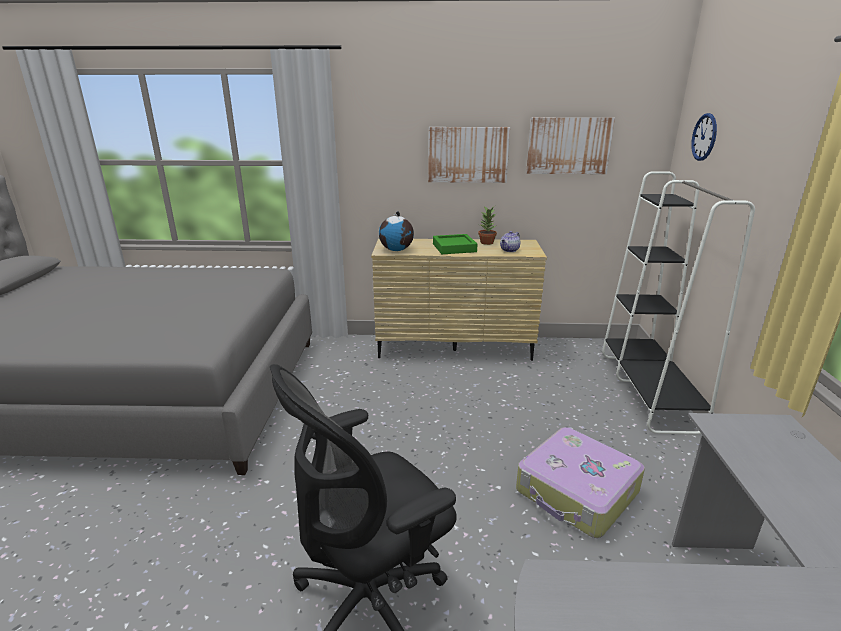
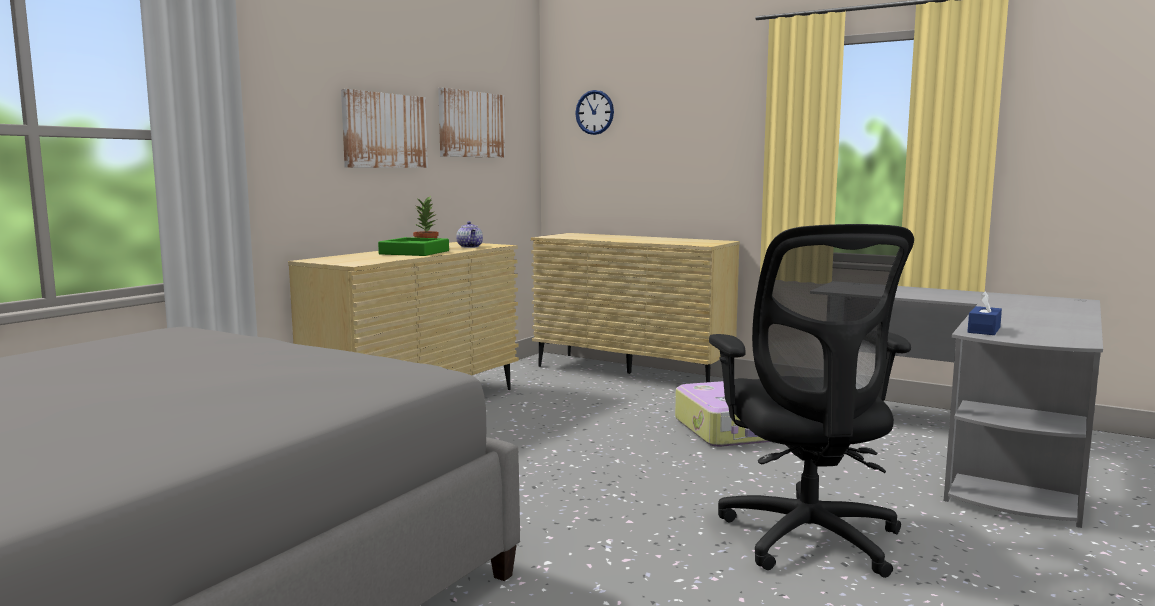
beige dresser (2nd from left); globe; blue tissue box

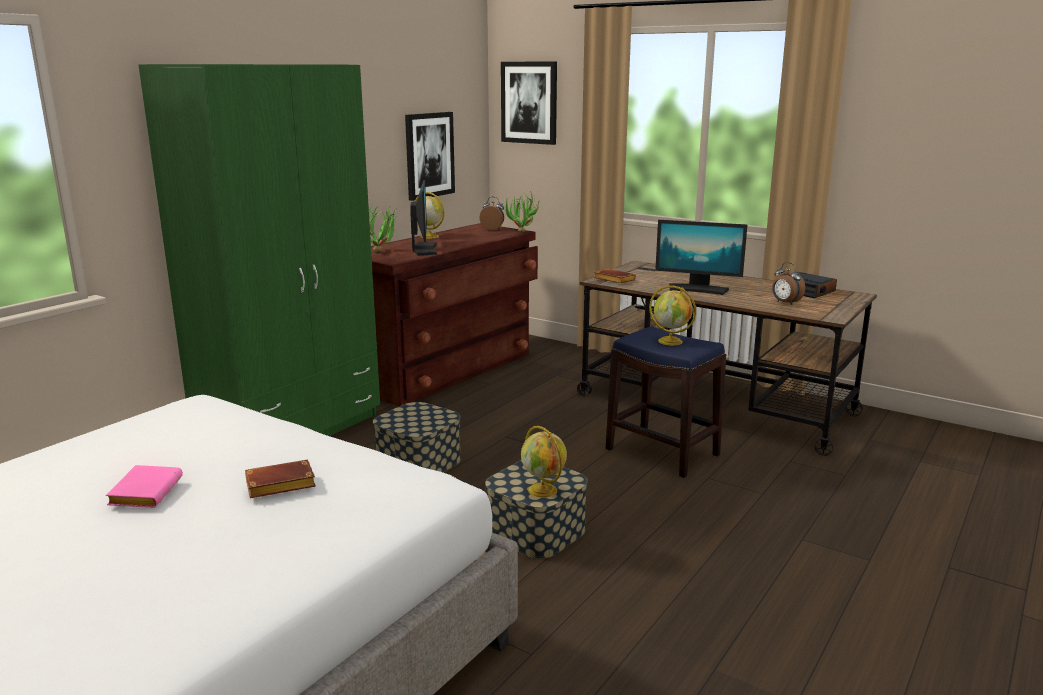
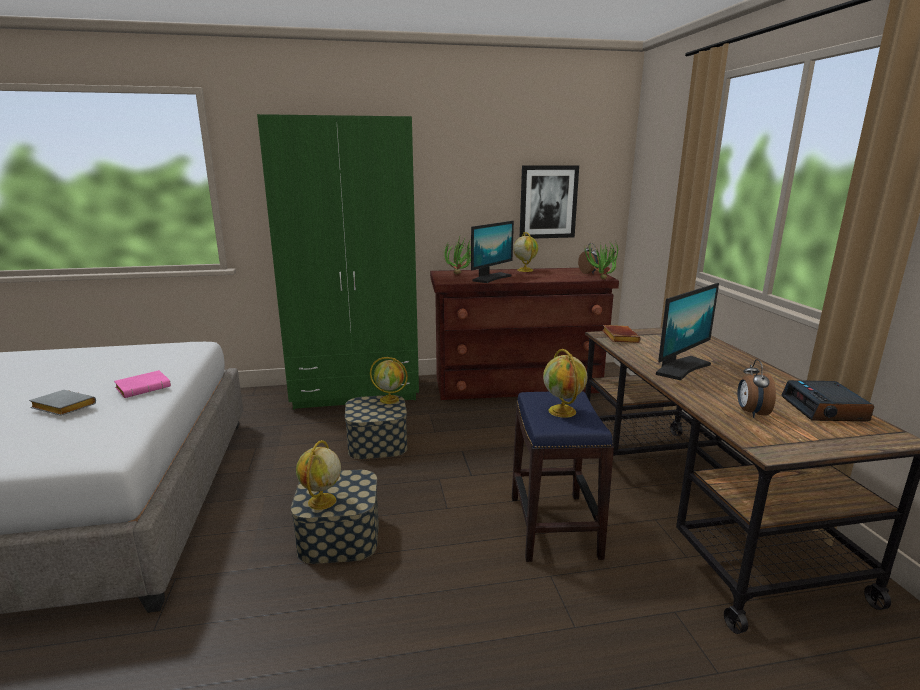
picture (2nd from left in the first image); monitor (2nd from left); grey book; pink book; globe (2nd from left)

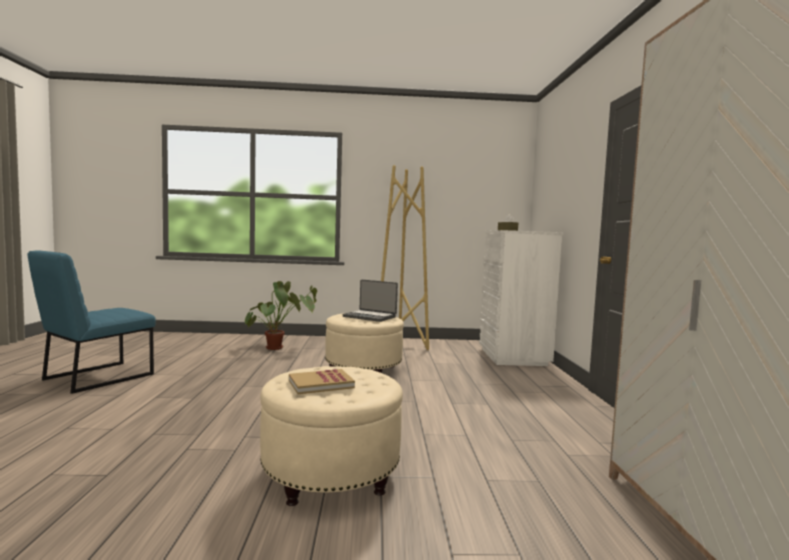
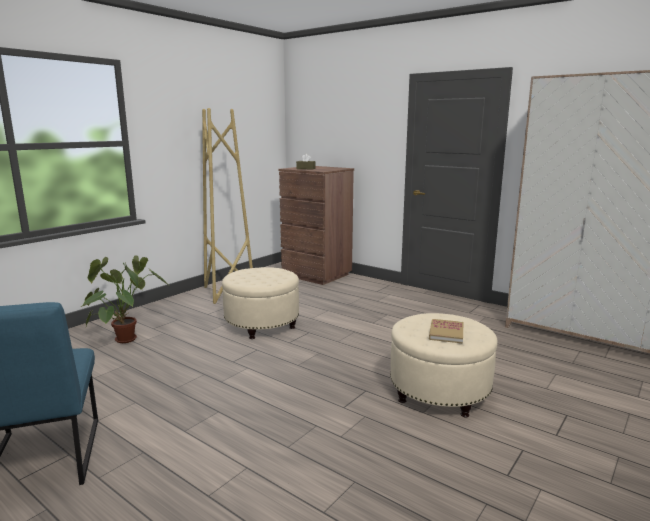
brown dresser; laptop

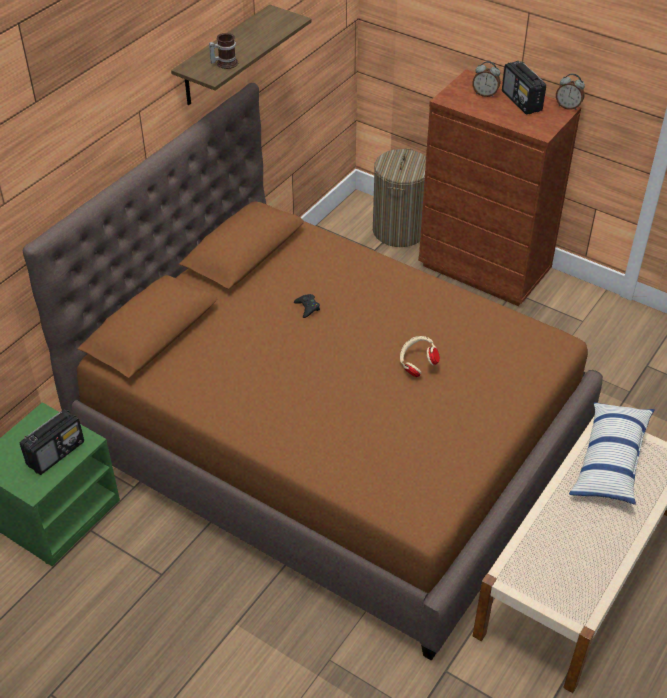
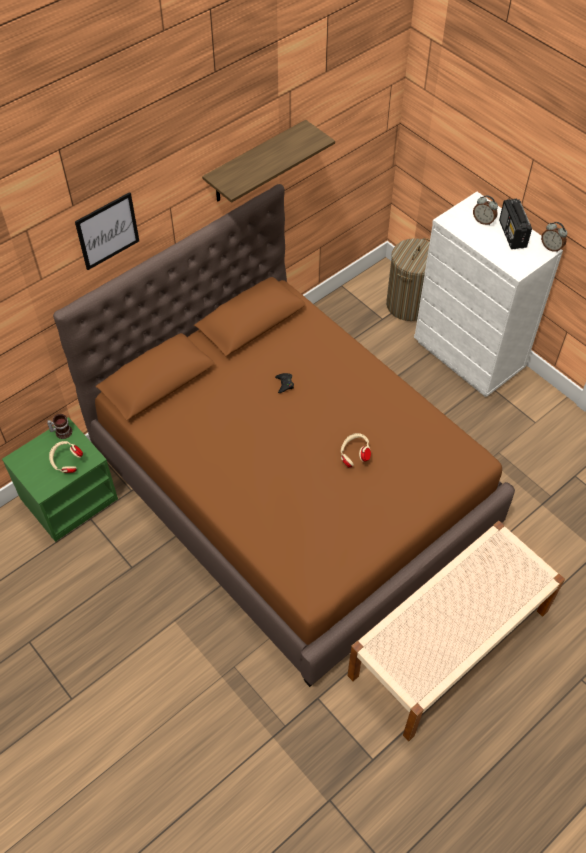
mug; white dresser; pillow; beige headphones (1st from left); picture

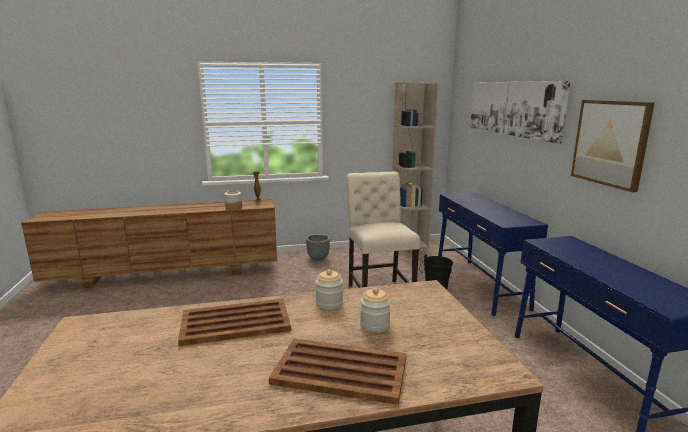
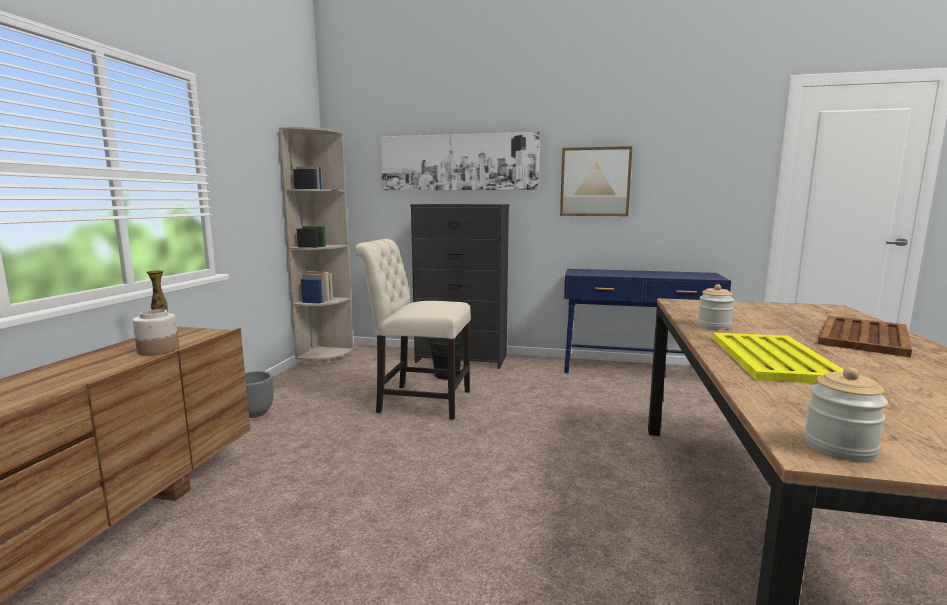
black dresser; jar (3rd from left); yellow tray

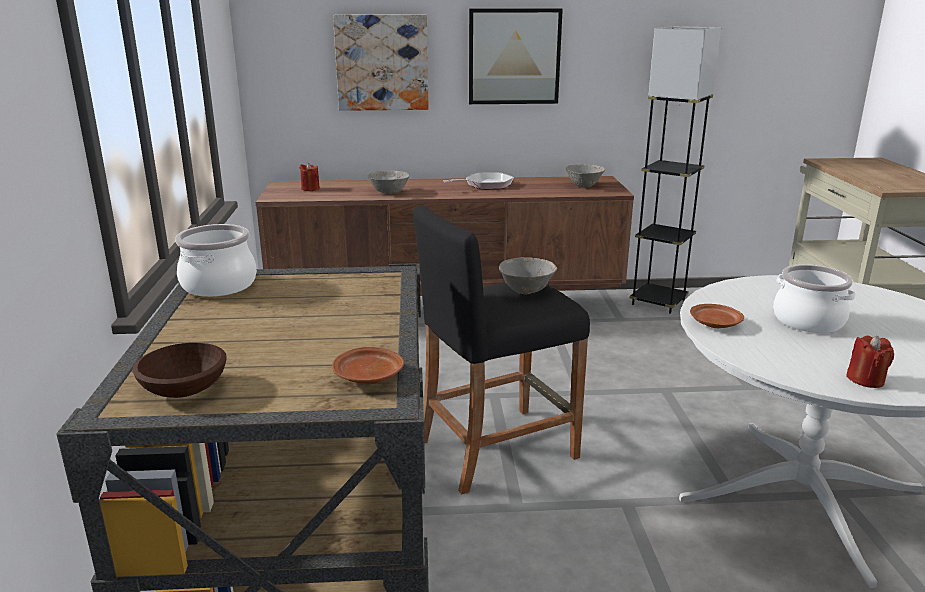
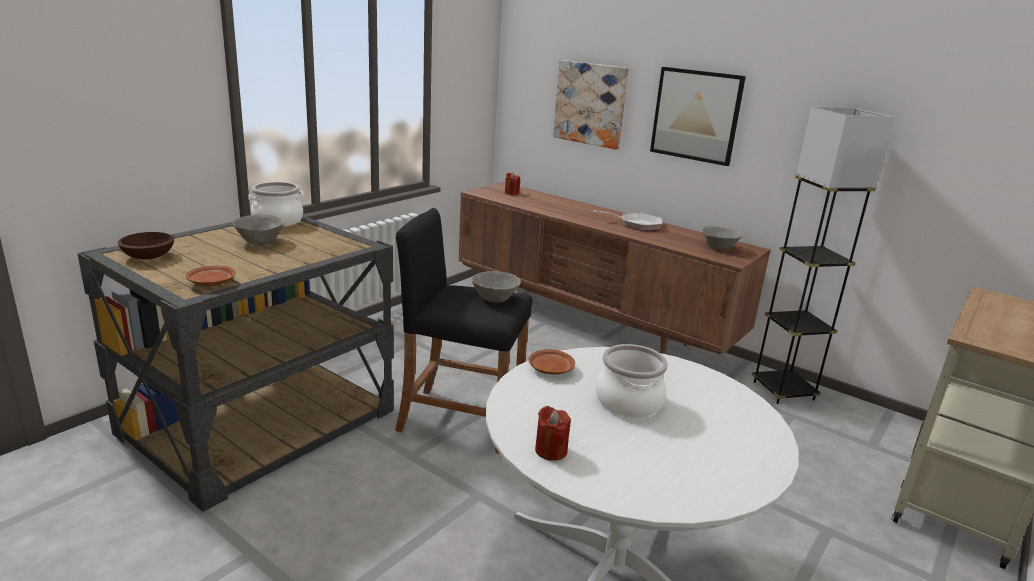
grey bowl (1st from left)

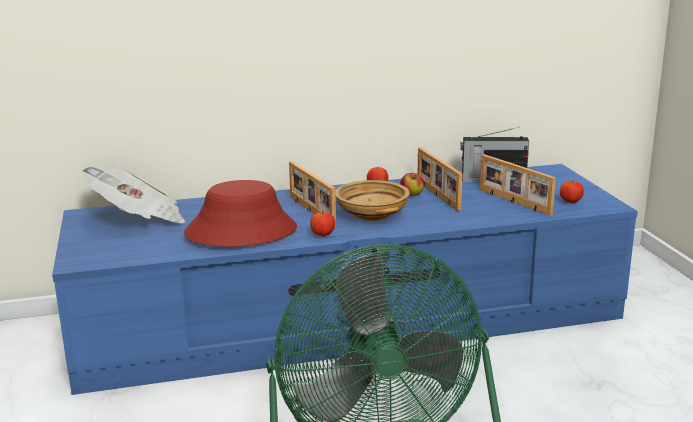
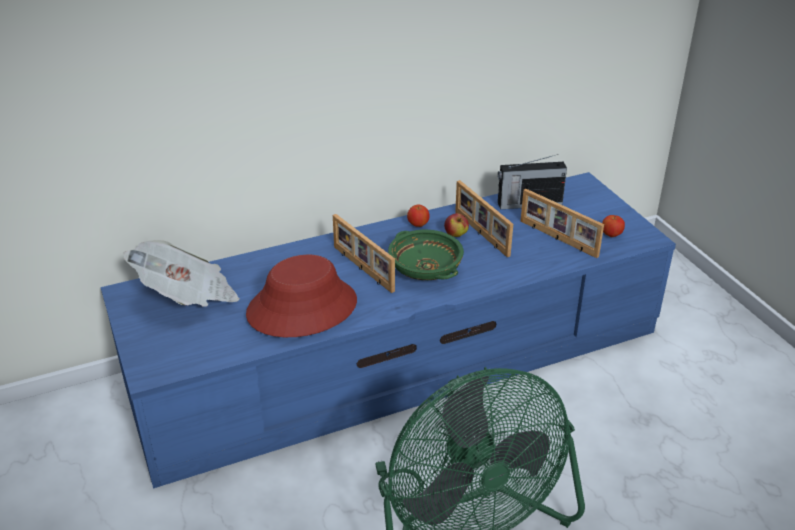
green bowl; apple (1st from left in the first image)

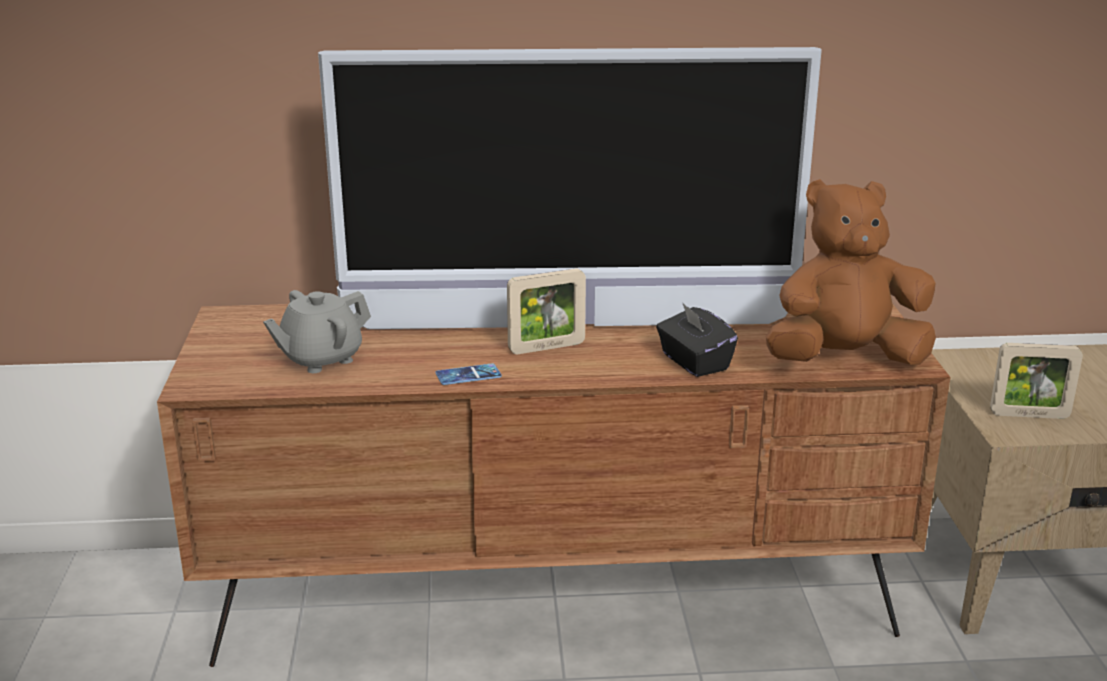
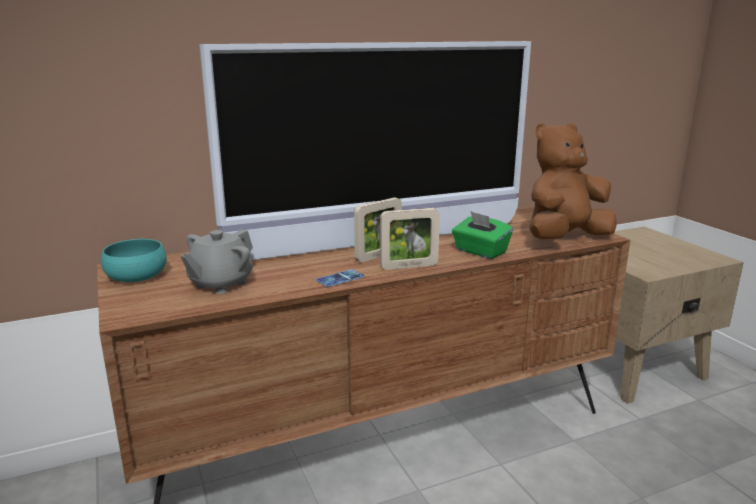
green tissue box; picture frame (2nd from left); turquoise bowl

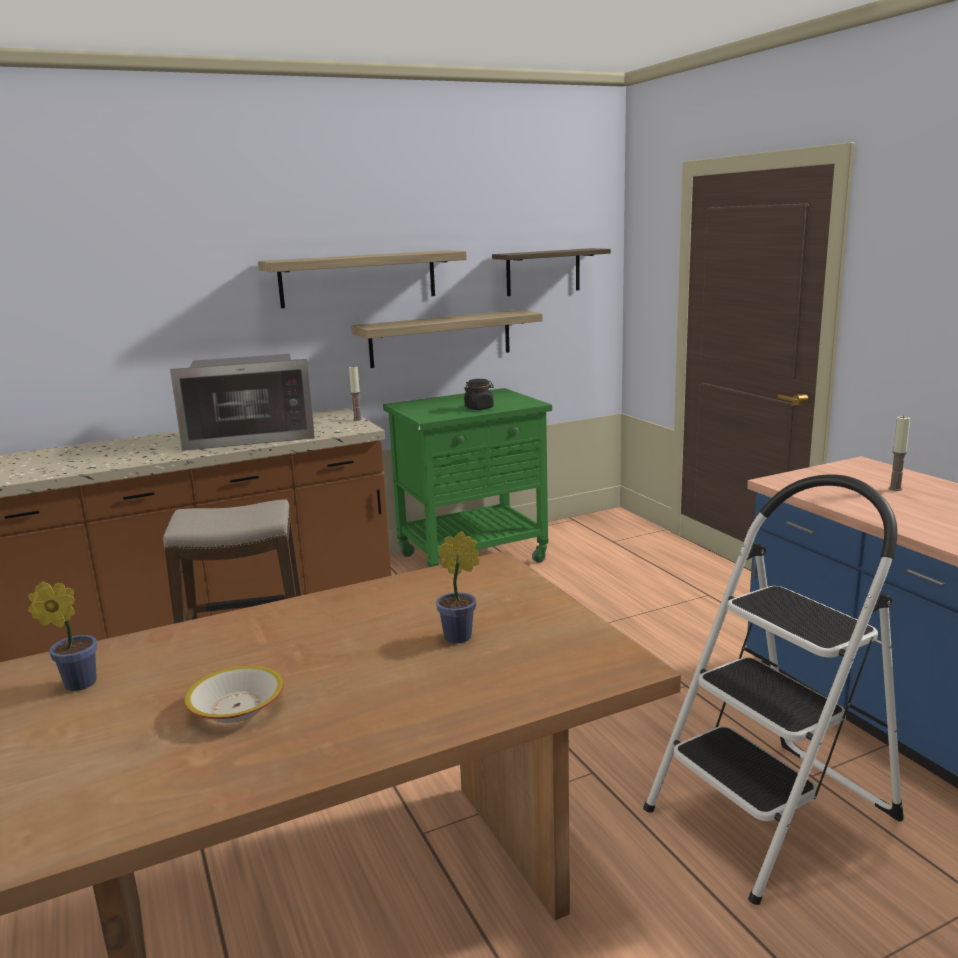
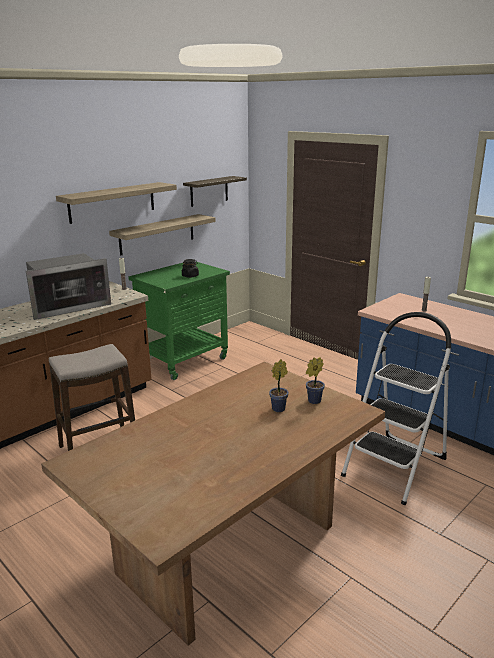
potted plant (2nd from left); bowl

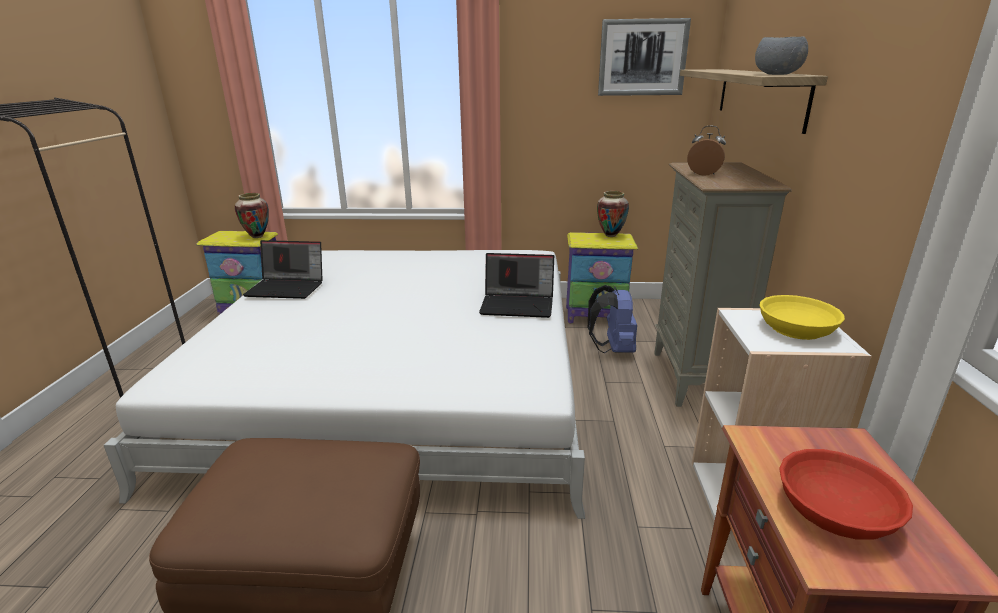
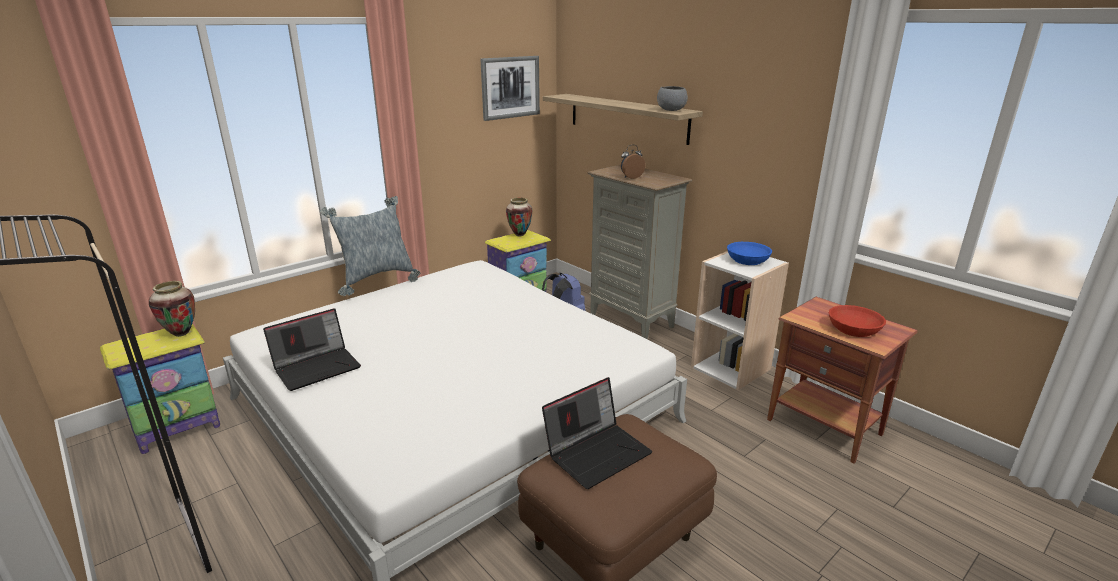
laptop (2nd from left); blue bowl; pillow

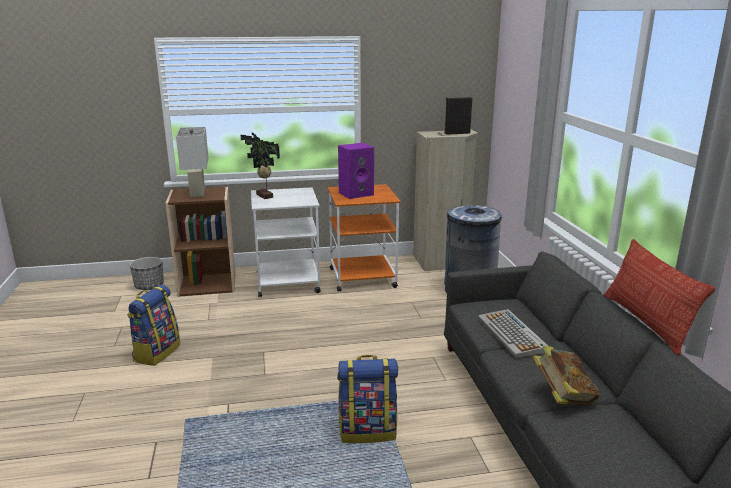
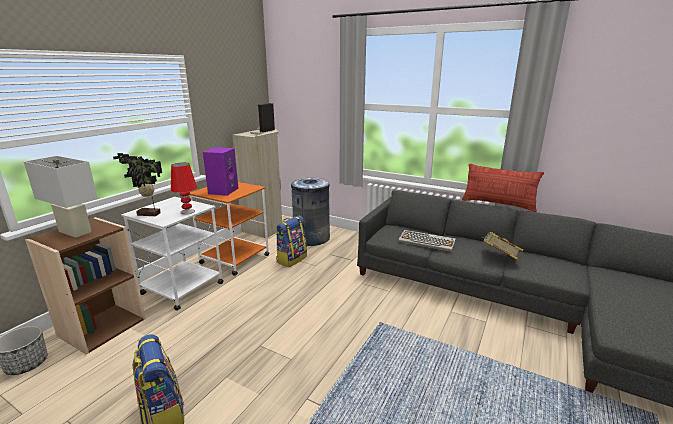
backpack (2nd from left); red table lamp

